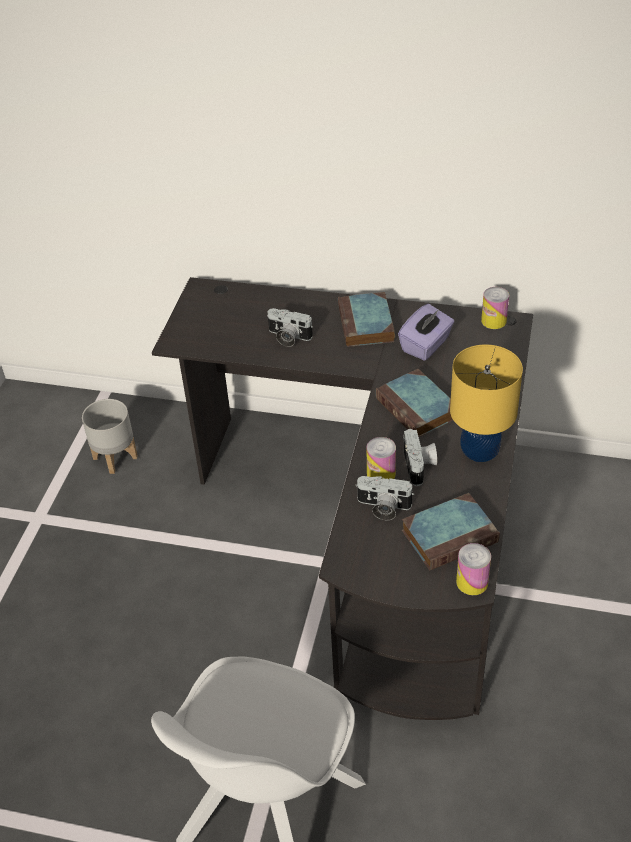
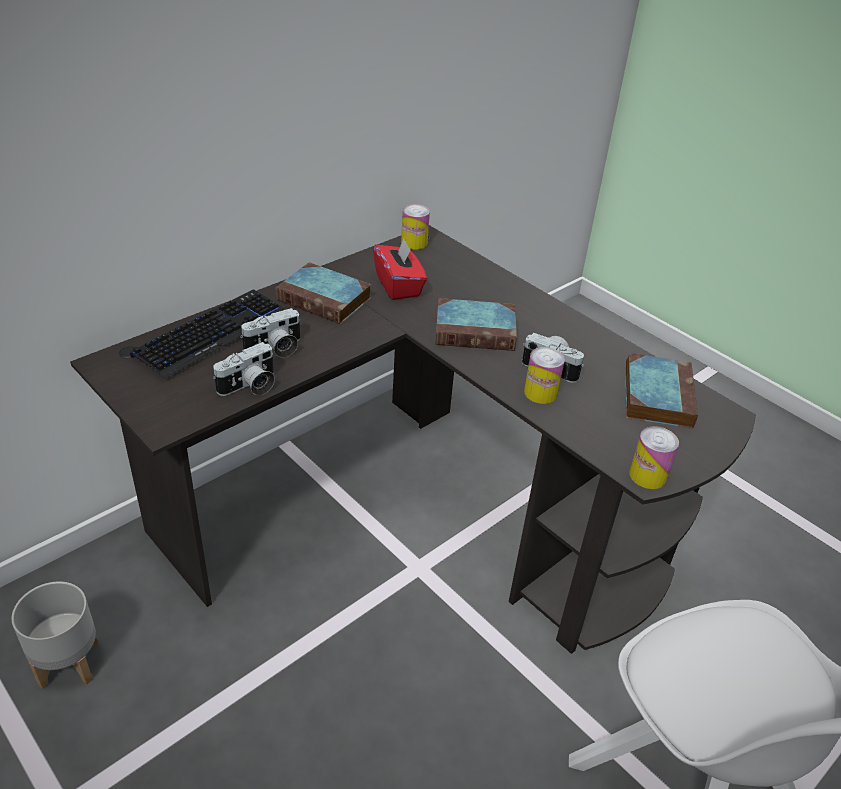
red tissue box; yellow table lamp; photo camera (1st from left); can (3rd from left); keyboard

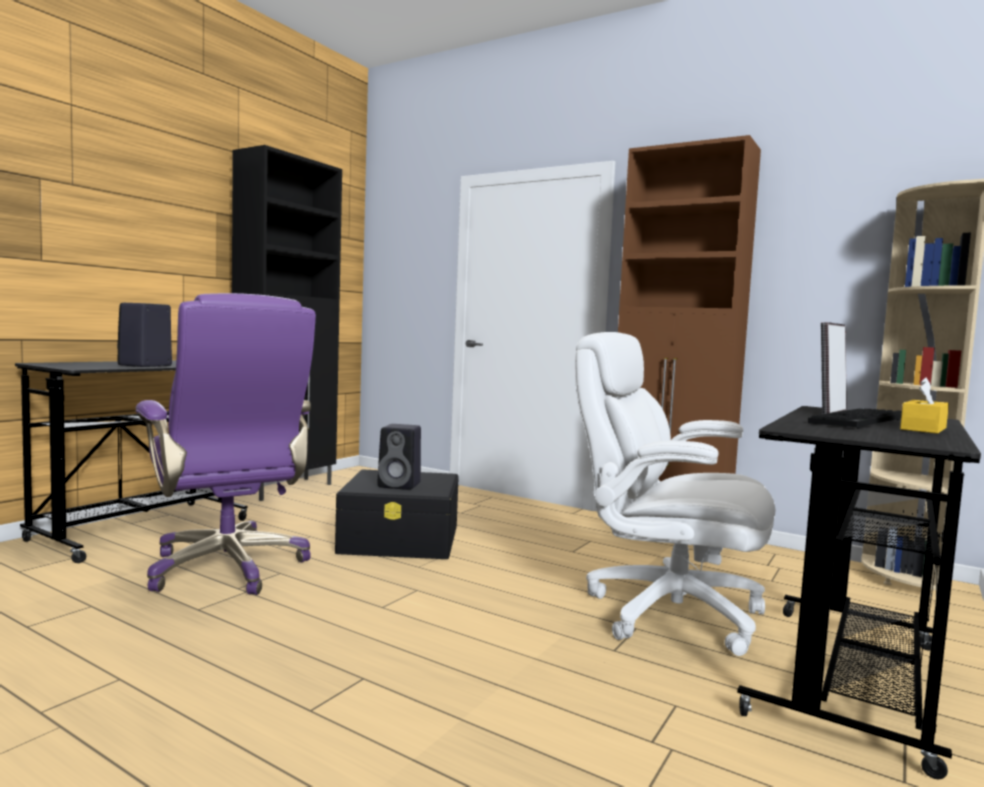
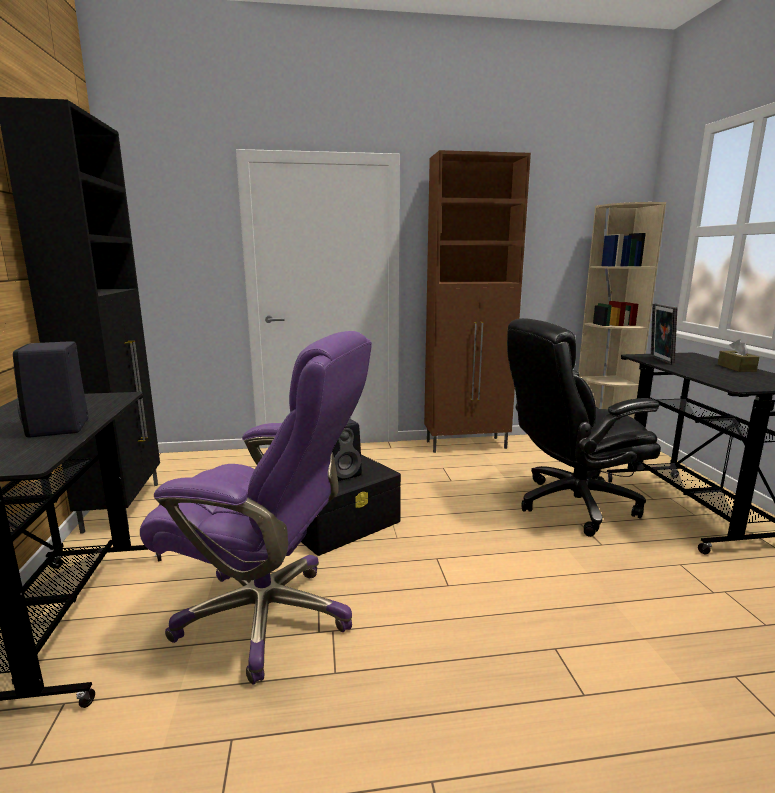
black office chair; brown tissue box; keyboard

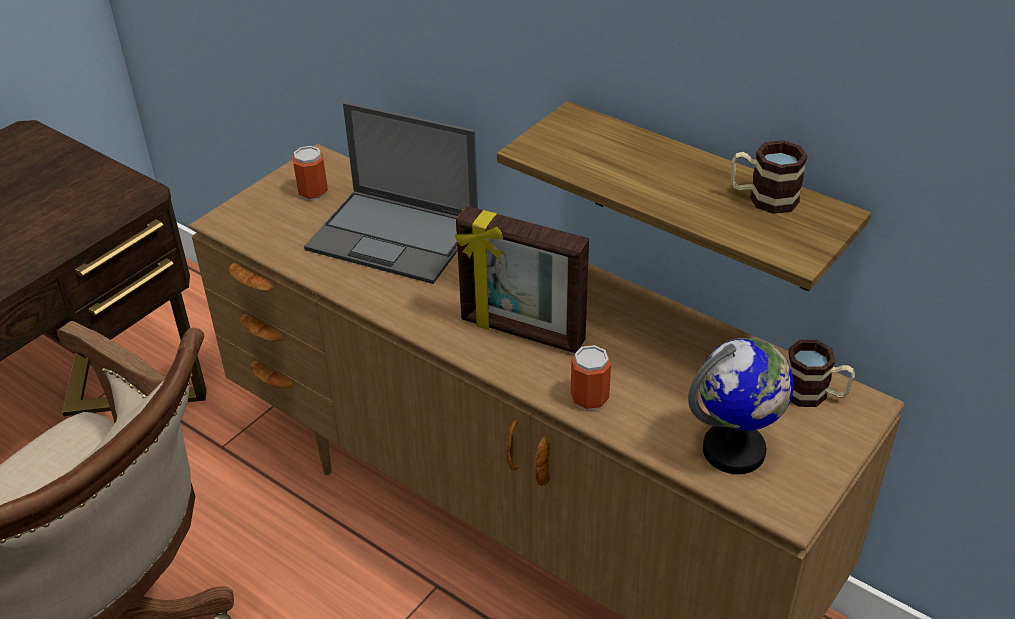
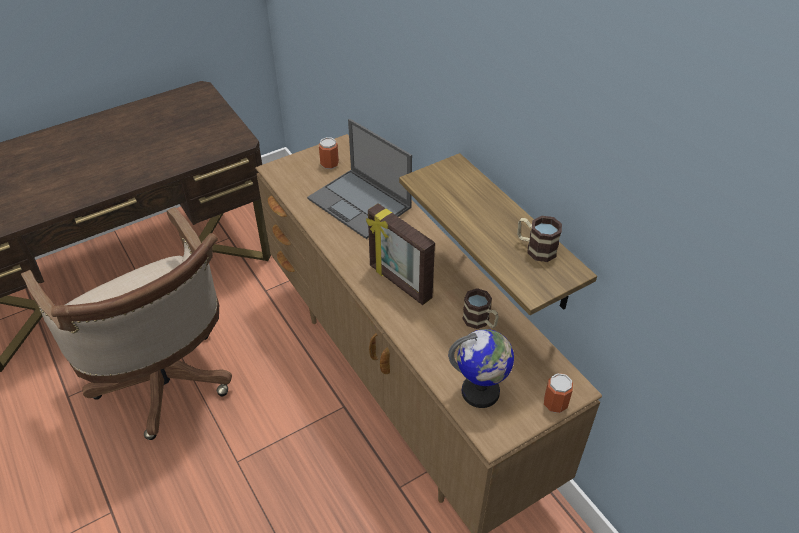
mug (1st from left); can (2nd from left)

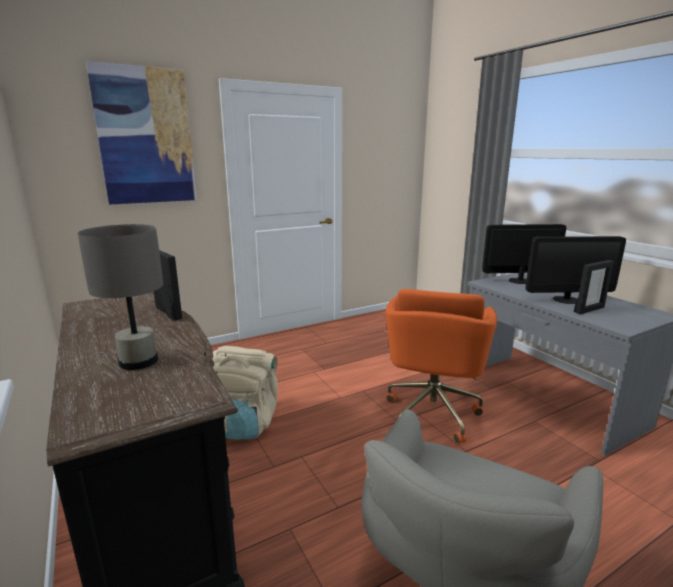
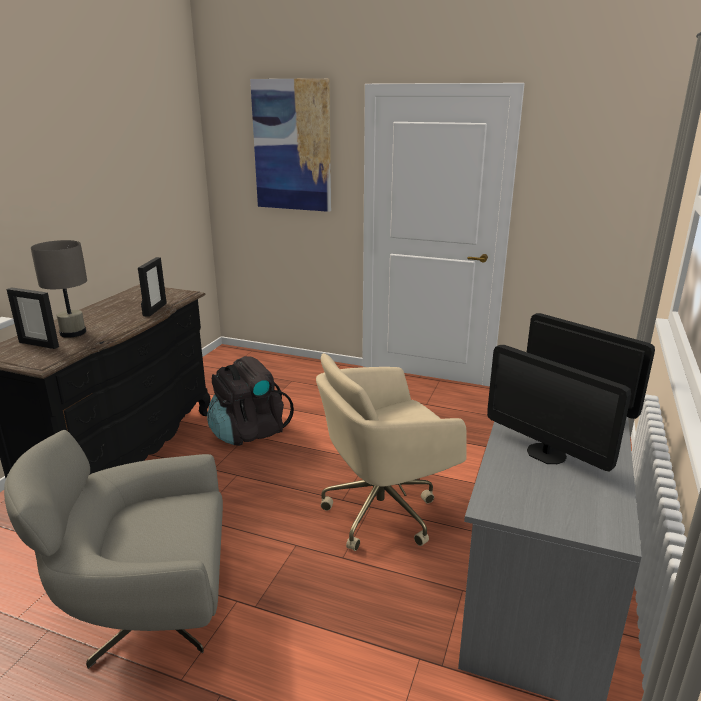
picture frame (1st from left); beige office chair; black backpack

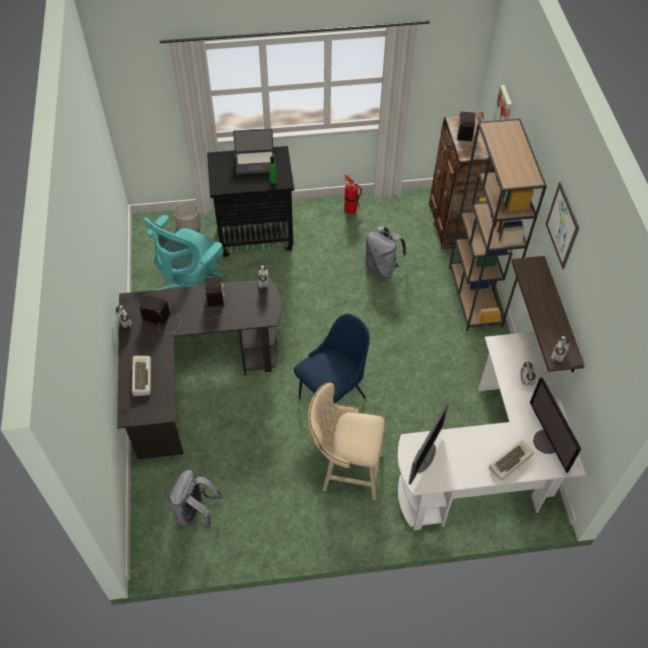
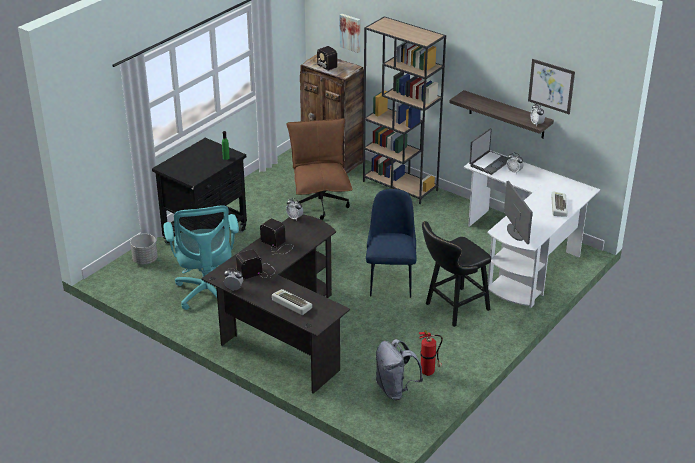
laptop; fire extinguisher; picture (2nd from left); brown office chair; monitor (2nd from left in the first image); black stool

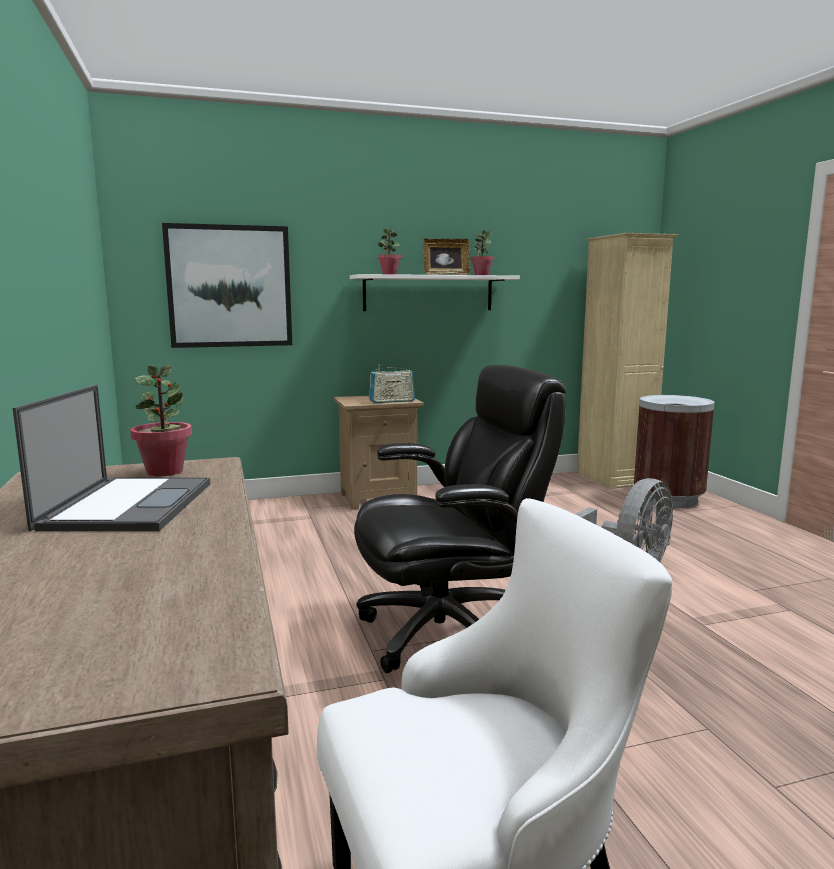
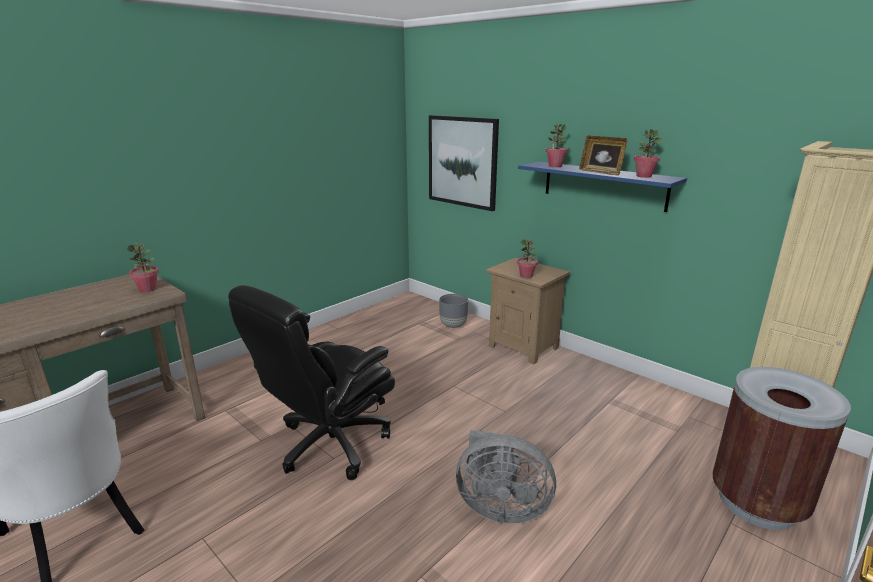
blue shelf; potted plant (2nd from left); black office chair; laptop; grey planter

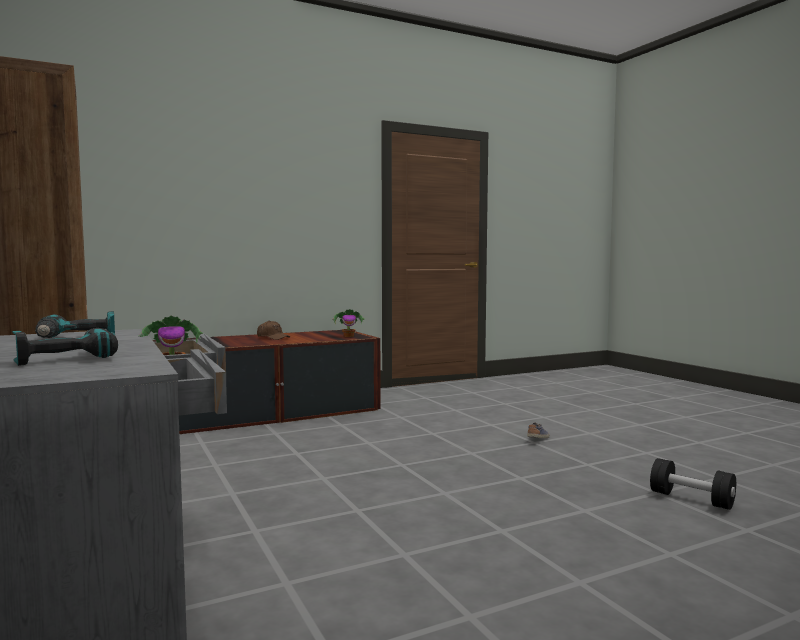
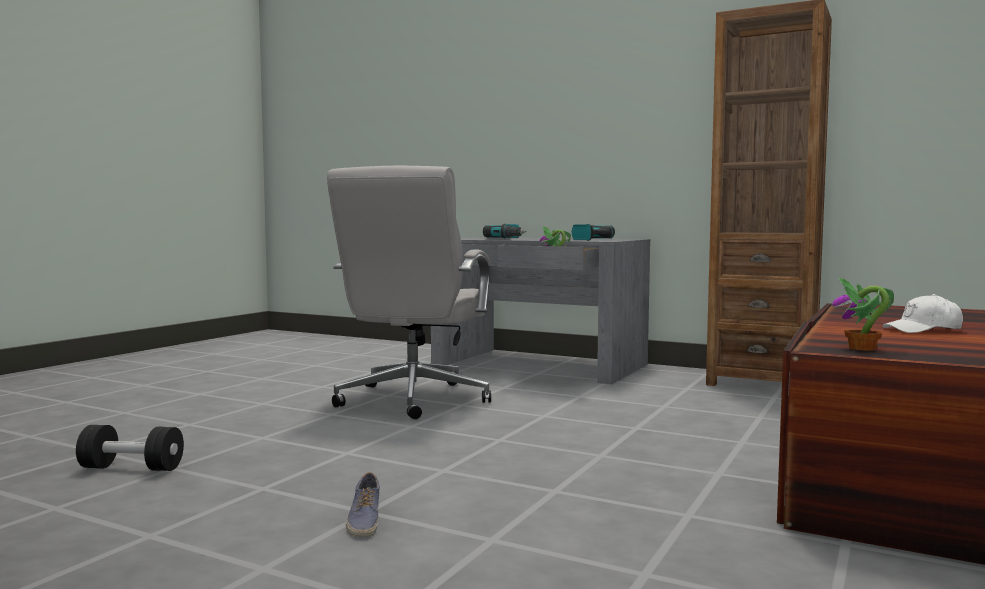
white cap; grey office chair

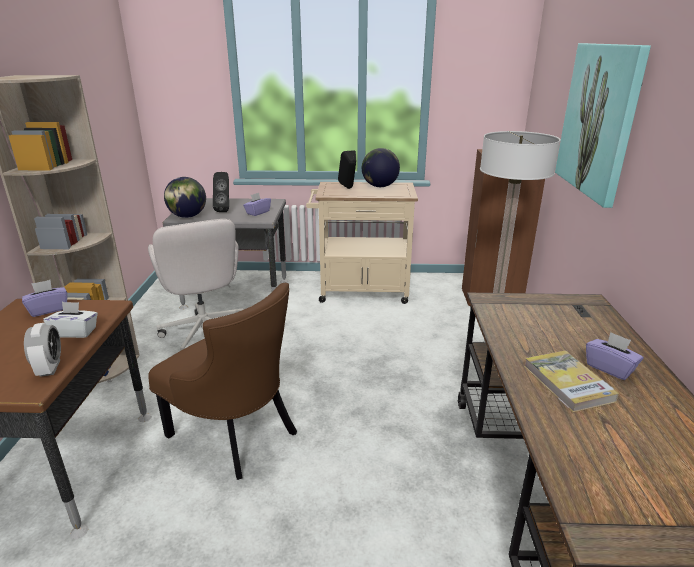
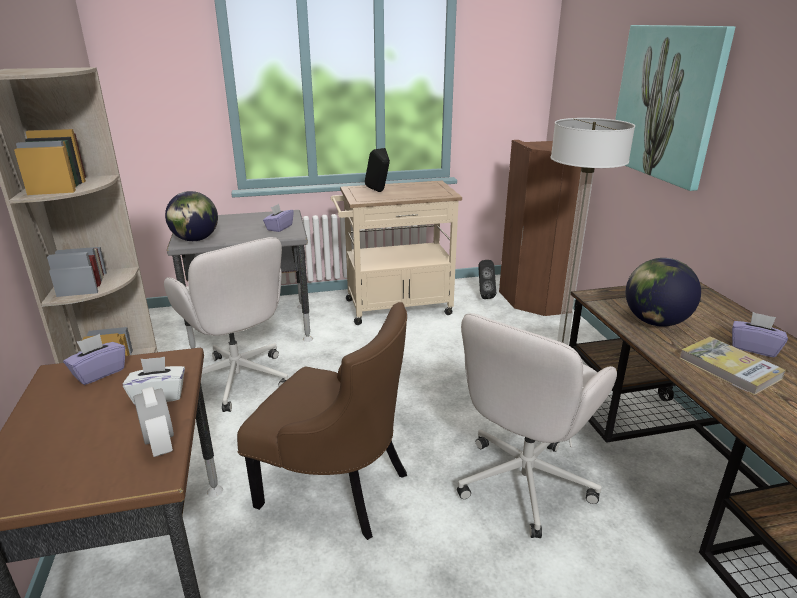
globe (2nd from left); black speaker (2nd from left); white office chair (2nd from left)

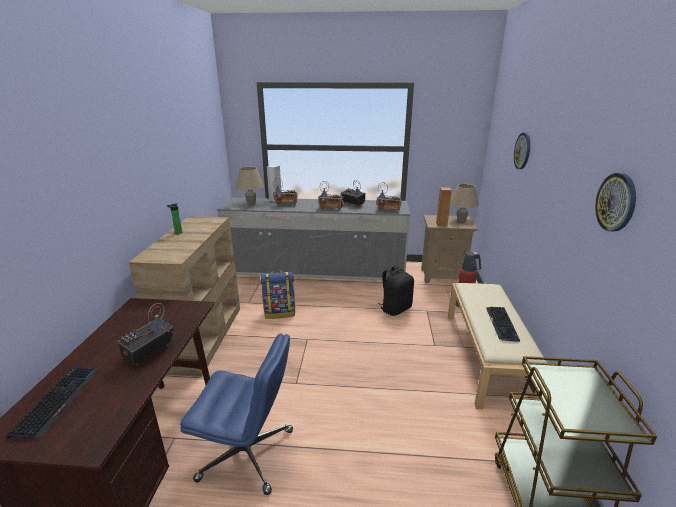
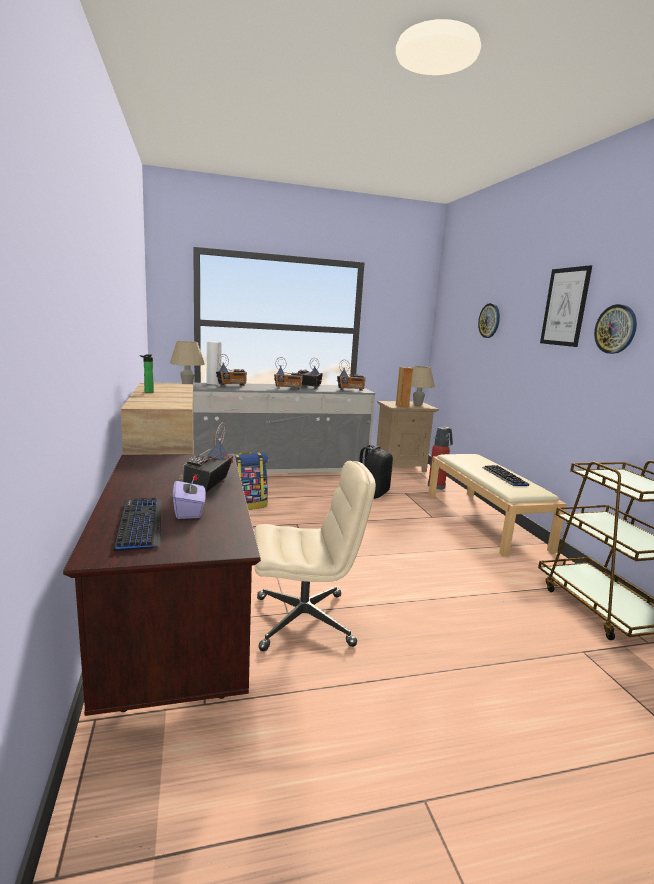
beige office chair; picture; purple tissue box

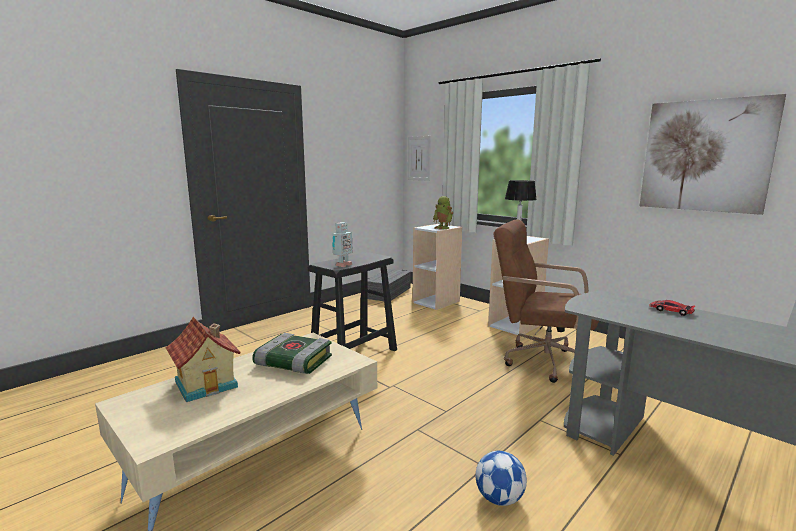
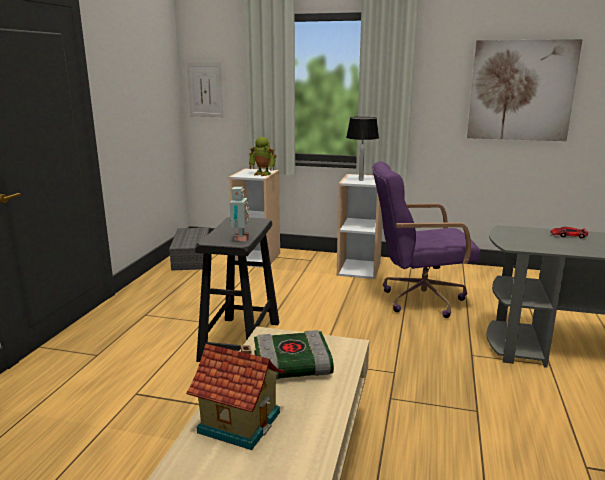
purple office chair; football

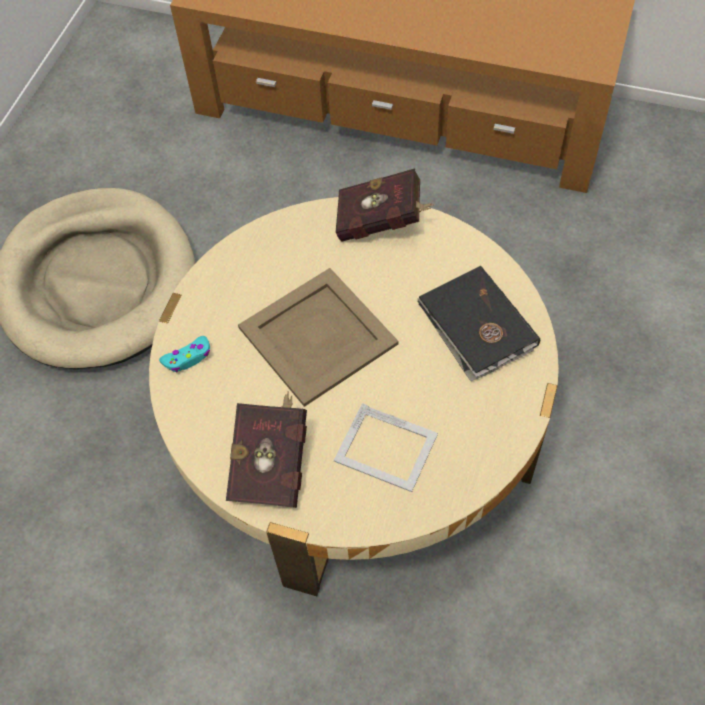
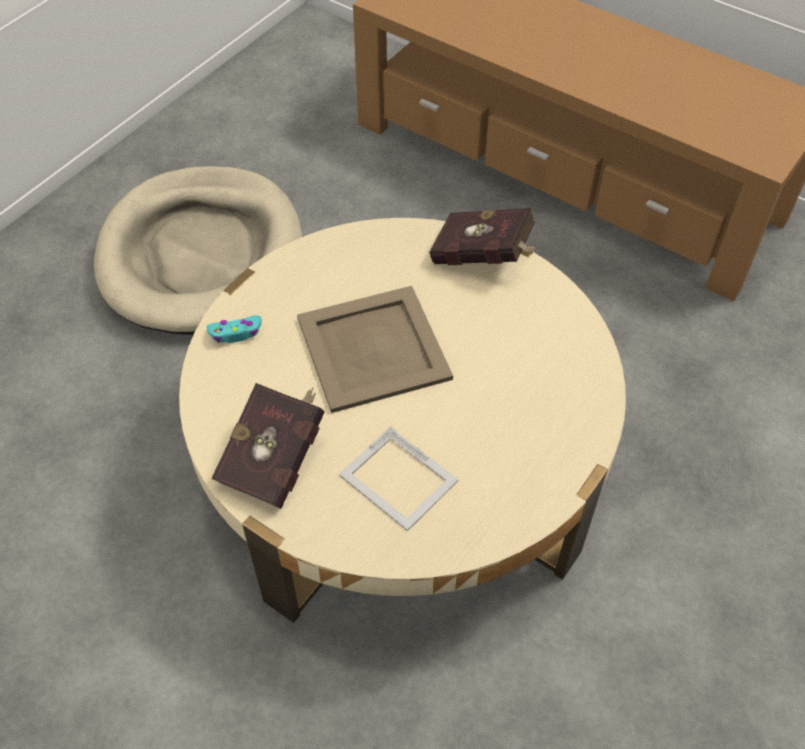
black book

